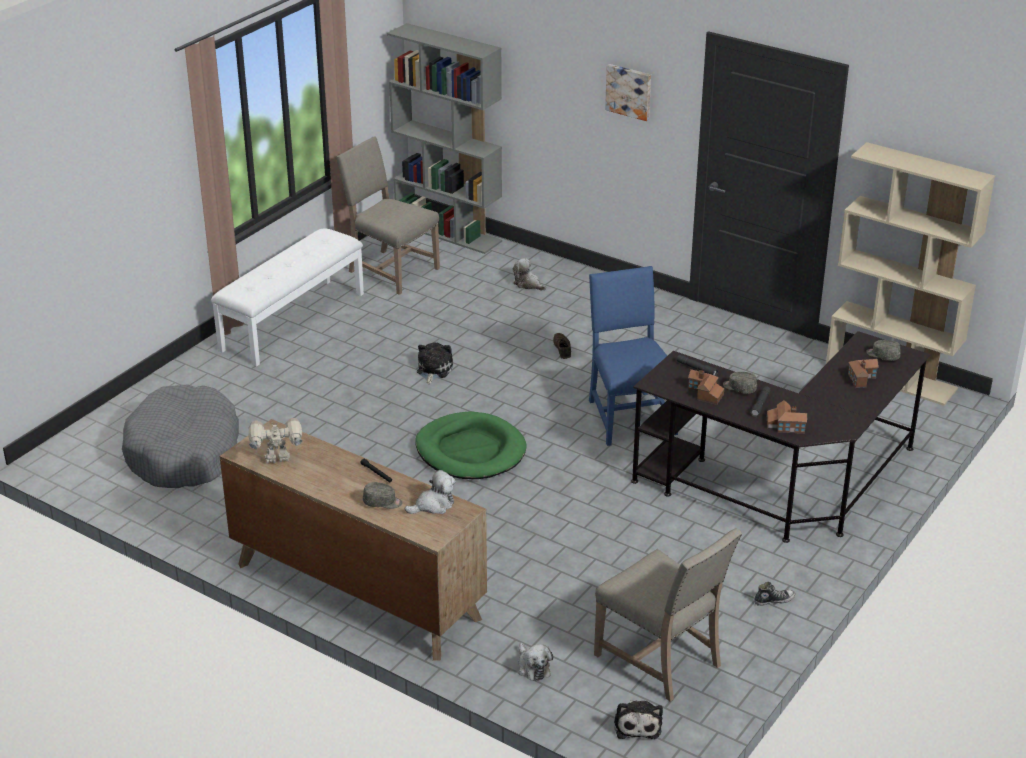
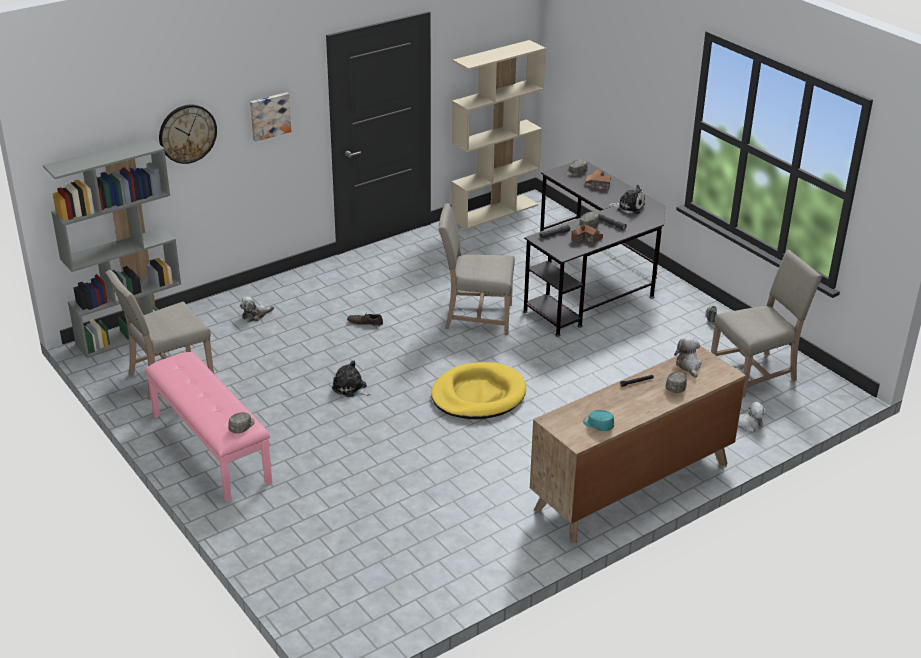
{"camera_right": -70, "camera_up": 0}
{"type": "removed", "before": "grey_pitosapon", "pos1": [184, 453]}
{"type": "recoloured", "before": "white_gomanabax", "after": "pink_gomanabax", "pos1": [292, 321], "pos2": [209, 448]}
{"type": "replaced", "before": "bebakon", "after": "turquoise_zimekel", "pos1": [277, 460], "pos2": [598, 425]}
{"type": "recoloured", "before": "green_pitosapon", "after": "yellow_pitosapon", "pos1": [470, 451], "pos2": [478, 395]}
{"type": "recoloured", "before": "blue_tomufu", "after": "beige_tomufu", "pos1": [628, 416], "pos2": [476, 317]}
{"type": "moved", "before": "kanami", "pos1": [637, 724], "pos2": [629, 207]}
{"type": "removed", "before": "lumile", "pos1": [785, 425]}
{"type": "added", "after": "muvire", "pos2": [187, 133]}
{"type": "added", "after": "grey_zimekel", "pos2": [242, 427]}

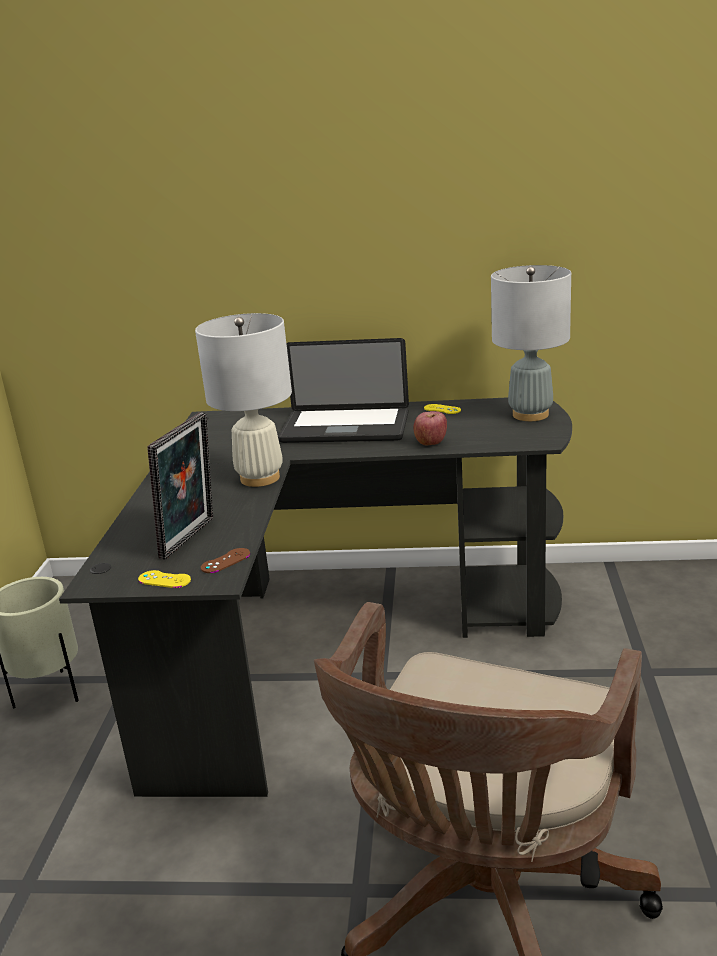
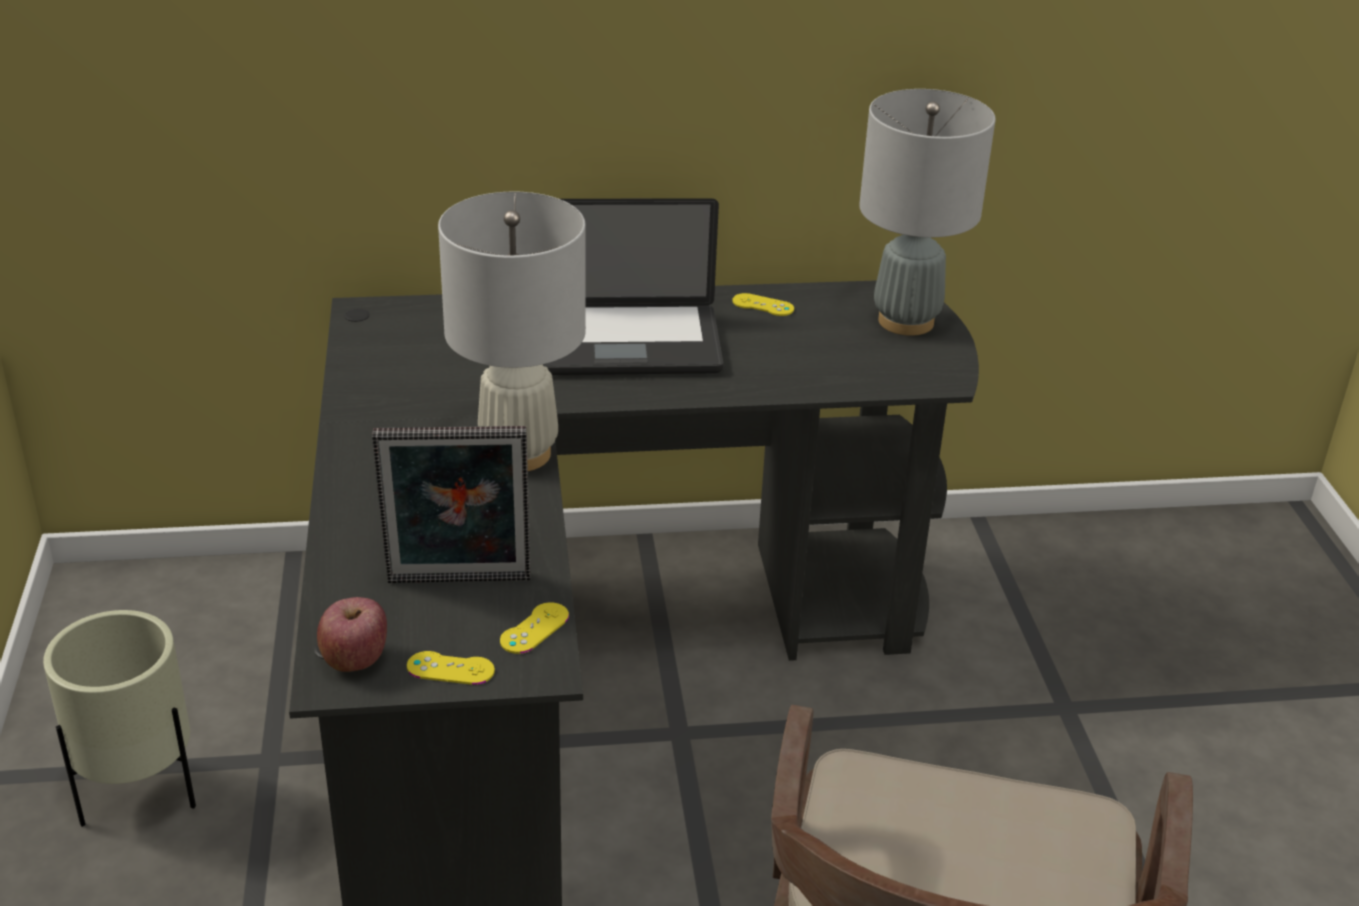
{"camera_right": -15, "camera_up": 10}
{"type": "turned", "before": "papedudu", "pos1": [192, 538], "pos2": [459, 584], "turn": 75}
{"type": "recoloured", "before": "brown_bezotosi", "after": "yellow_bezotosi", "pos1": [225, 561], "pos2": [534, 628]}
{"type": "moved", "before": "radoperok", "pos1": [431, 442], "pos2": [355, 659]}

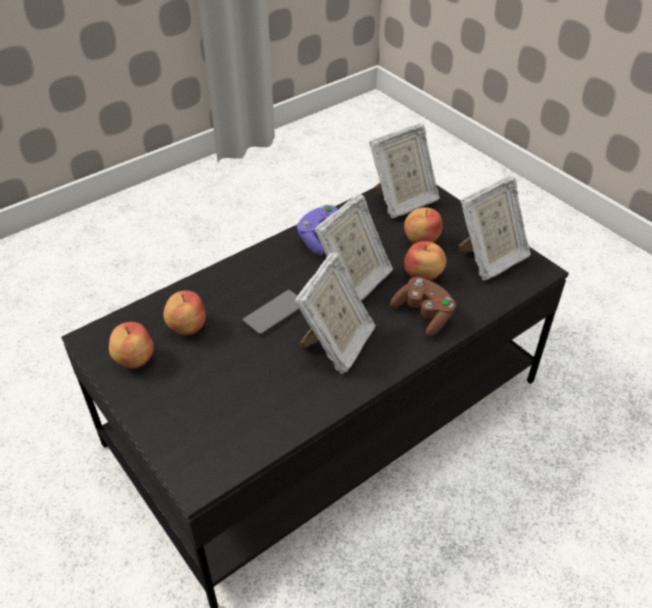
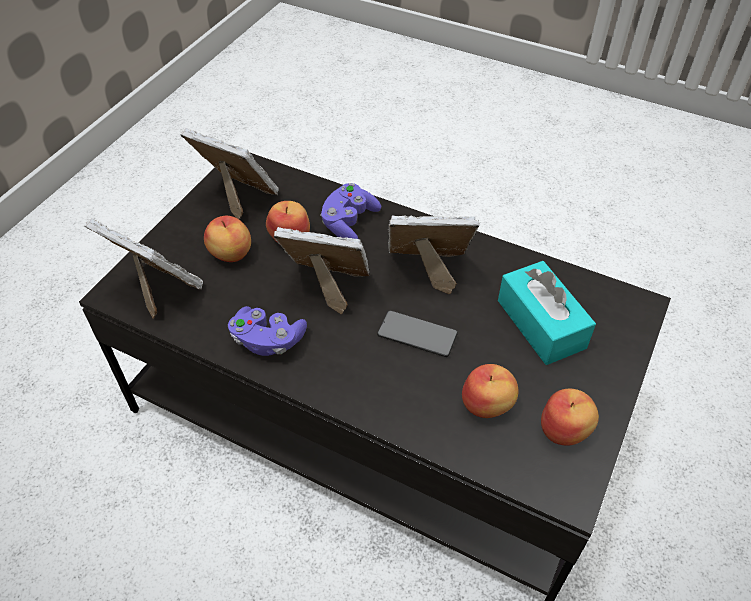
{"camera_right": -115, "camera_up": 5}
{"type": "recoloured", "before": "brown_bezotosi", "after": "purple_bezotosi", "pos1": [423, 315], "pos2": [349, 223]}
{"type": "added", "after": "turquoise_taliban", "pos2": [541, 324]}

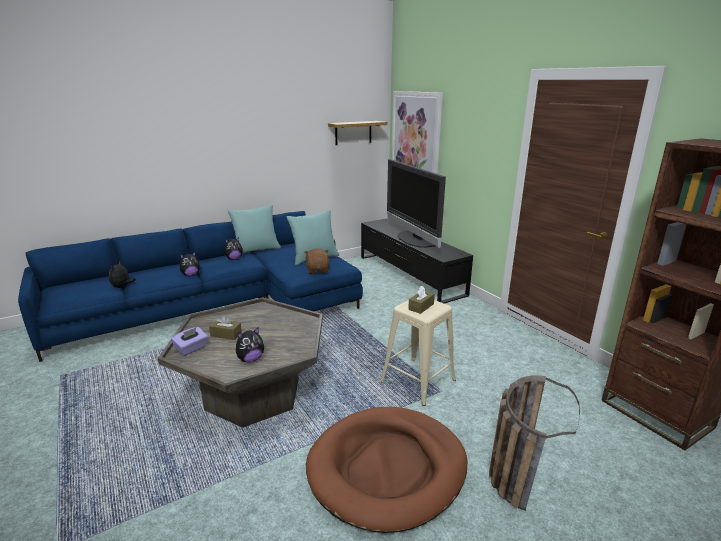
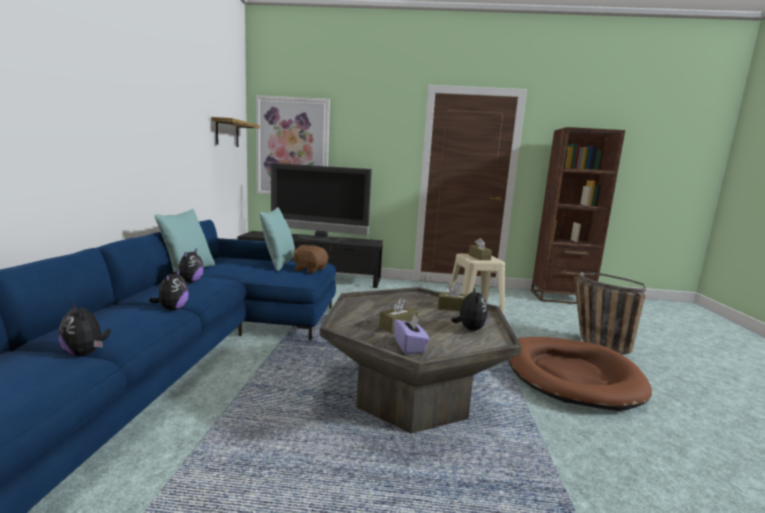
{"camera_right": -55, "camera_up": -10}
{"type": "added", "after": "brown_taliban", "pos2": [453, 308]}

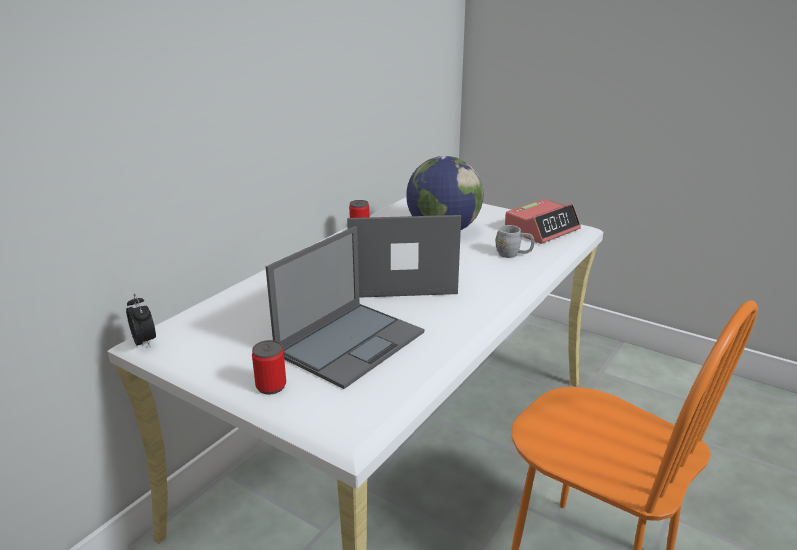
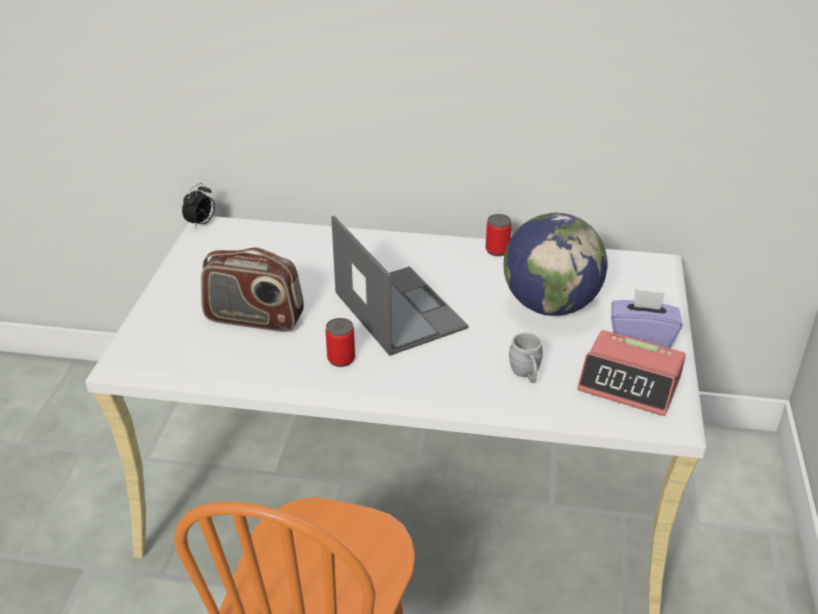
{"camera_right": 65, "camera_up": 10}
{"type": "moved", "before": "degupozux", "pos1": [271, 386], "pos2": [341, 359]}
{"type": "replaced", "before": "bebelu", "after": "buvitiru", "pos1": [351, 342], "pos2": [254, 319]}
{"type": "added", "after": "purple_taliban", "pos2": [641, 336]}

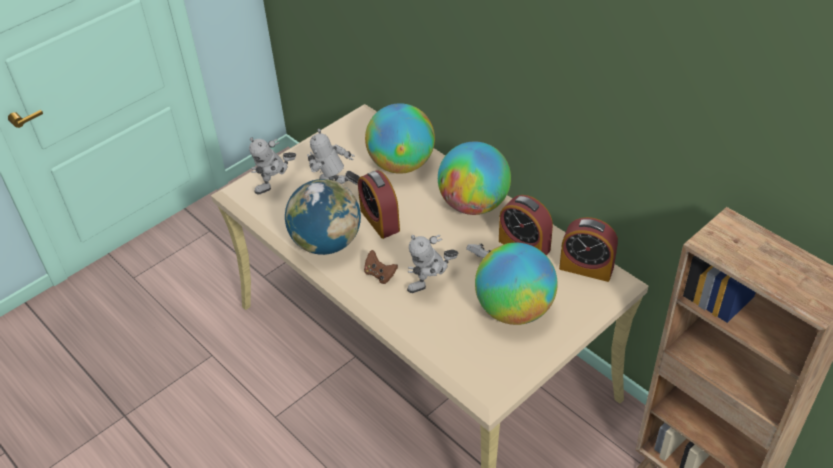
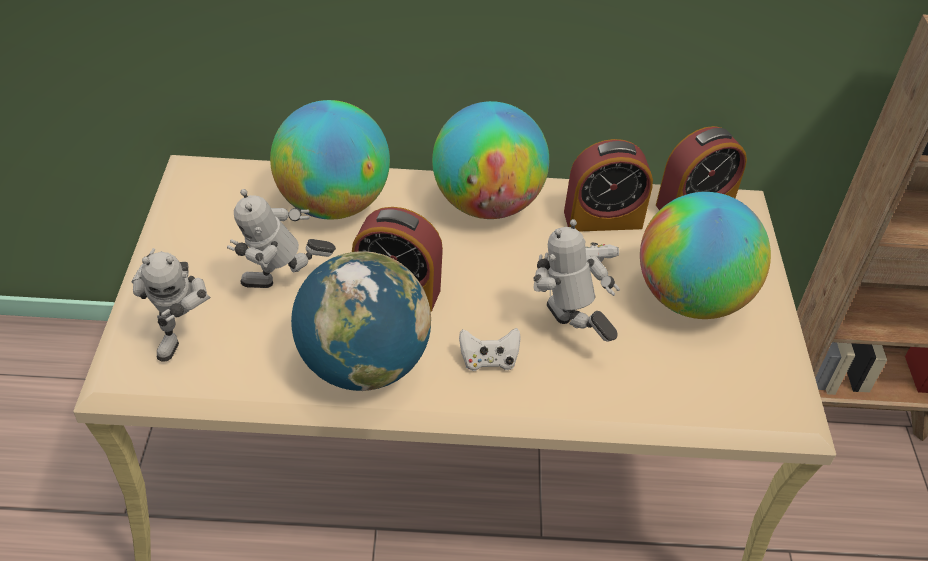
{"camera_right": -50, "camera_up": 0}
{"type": "recoloured", "before": "brown_bezotosi", "after": "white_bezotosi", "pos1": [380, 274], "pos2": [488, 361]}
{"type": "turned", "before": "bebakon", "pos1": [431, 285], "pos2": [567, 332], "turn": 135}

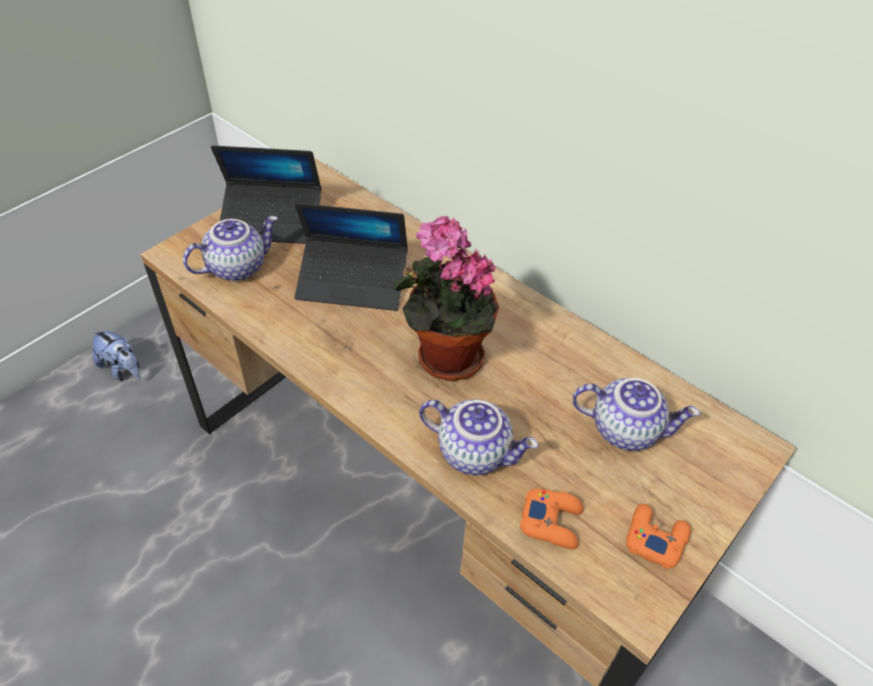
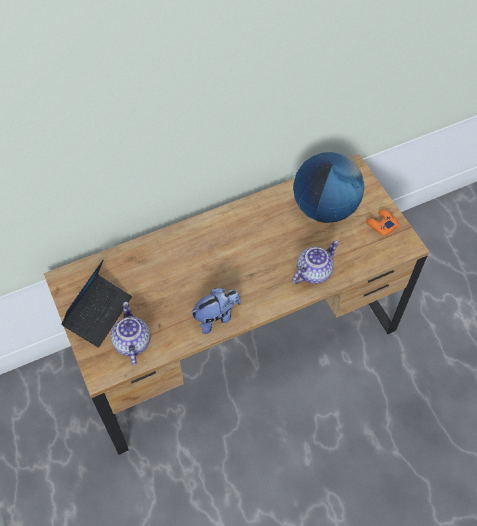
{"camera_right": -65, "camera_up": 10}
{"type": "moved", "before": "kanami", "pos1": [123, 369], "pos2": [216, 317]}
{"type": "removed", "before": "bebelu", "pos1": [353, 282]}
{"type": "removed", "before": "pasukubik", "pos1": [444, 357]}
{"type": "removed", "before": "orange_bezotosi", "pos1": [552, 521]}
{"type": "replaced", "before": "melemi", "after": "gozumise", "pos1": [626, 429], "pos2": [325, 208]}

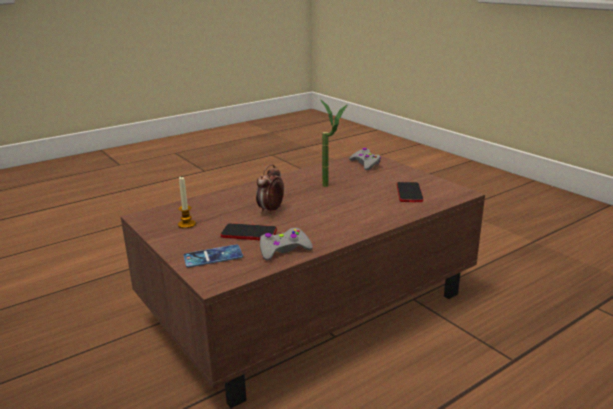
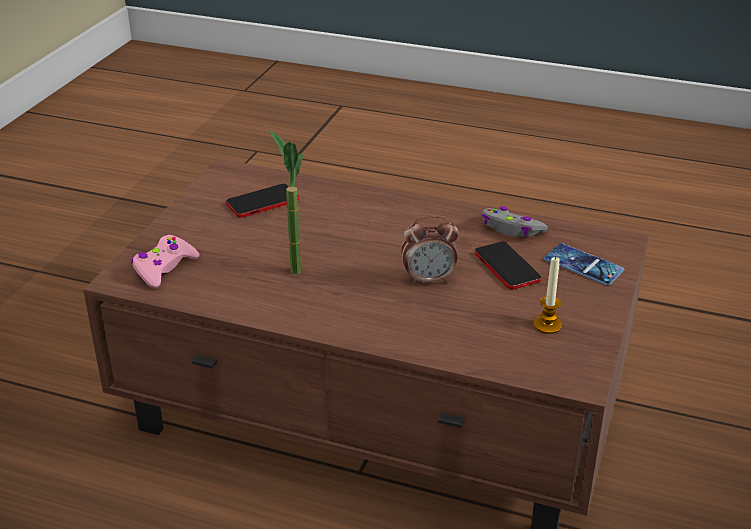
{"camera_right": -125, "camera_up": 10}
{"type": "recoloured", "before": "grey_bezotosi", "after": "pink_bezotosi", "pos1": [365, 164], "pos2": [164, 268]}

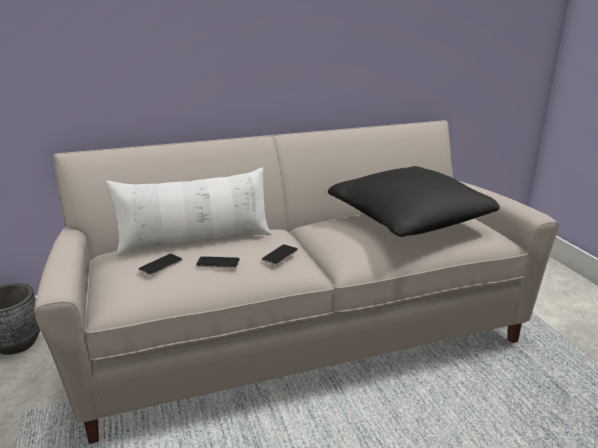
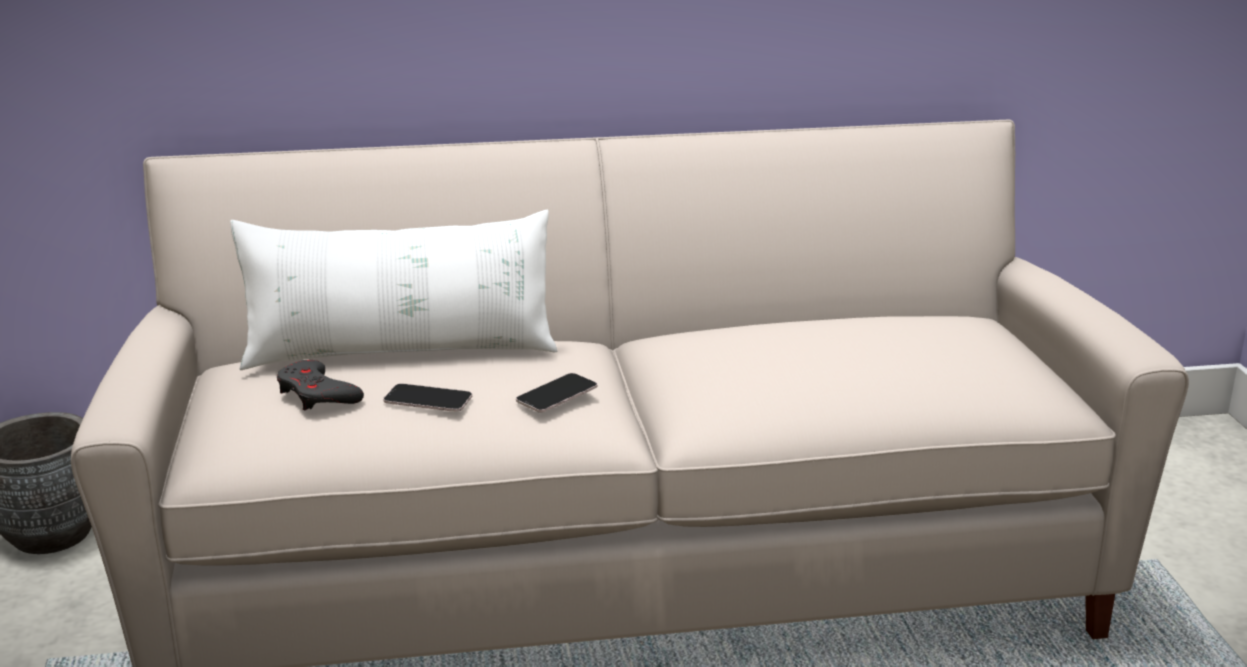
{"camera_right": 10, "camera_up": 0}
{"type": "replaced", "before": "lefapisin", "after": "grey_bezotosi", "pos1": [161, 265], "pos2": [317, 394]}
{"type": "removed", "before": "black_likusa", "pos1": [408, 220]}

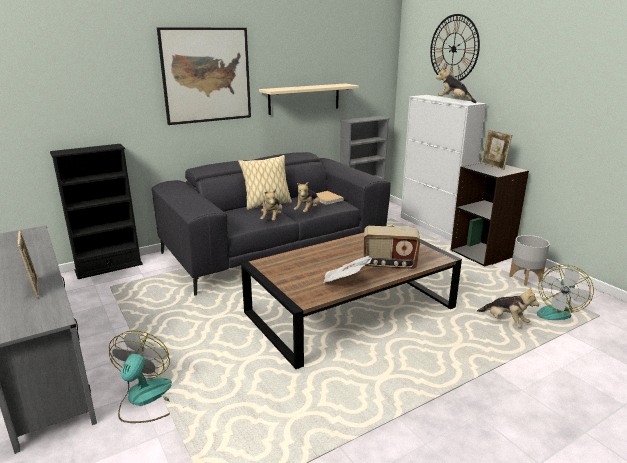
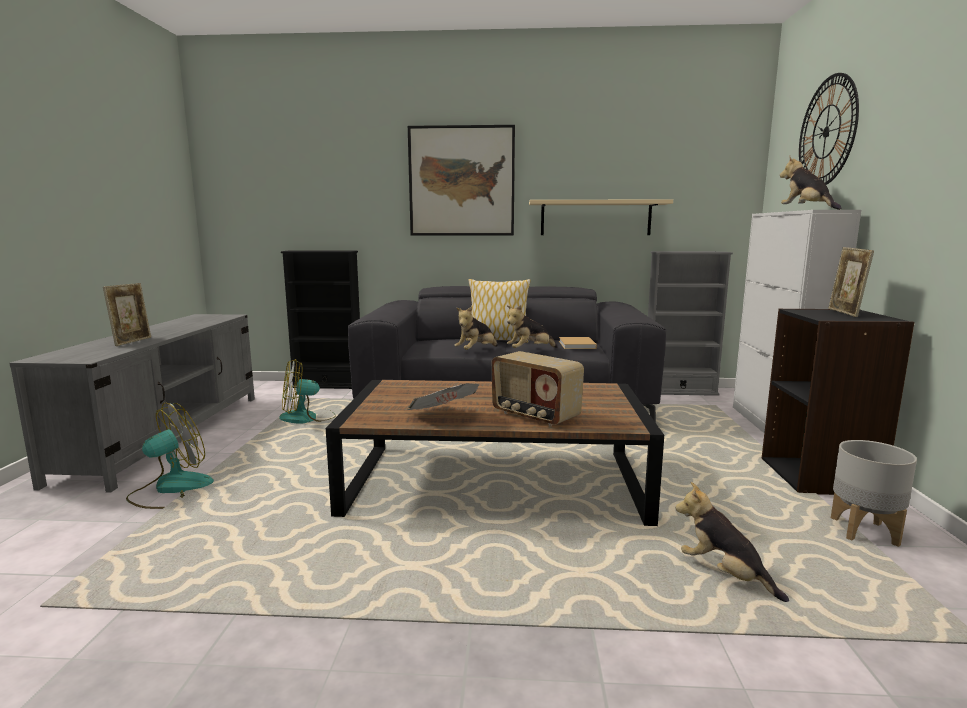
{"camera_right": 35, "camera_up": -10}
{"type": "turned", "before": "kanami", "pos1": [505, 321], "pos2": [724, 575], "turn": 150}
{"type": "moved", "before": "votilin", "pos1": [555, 311], "pos2": [307, 418]}

